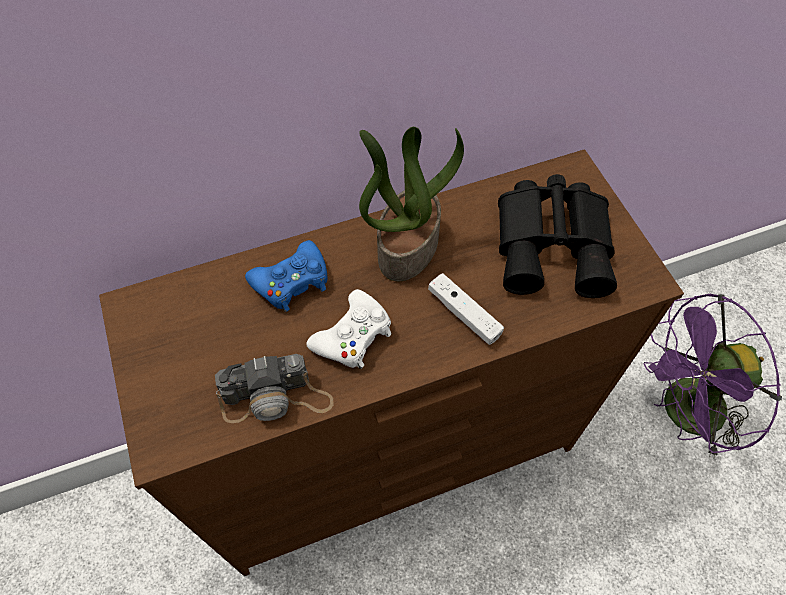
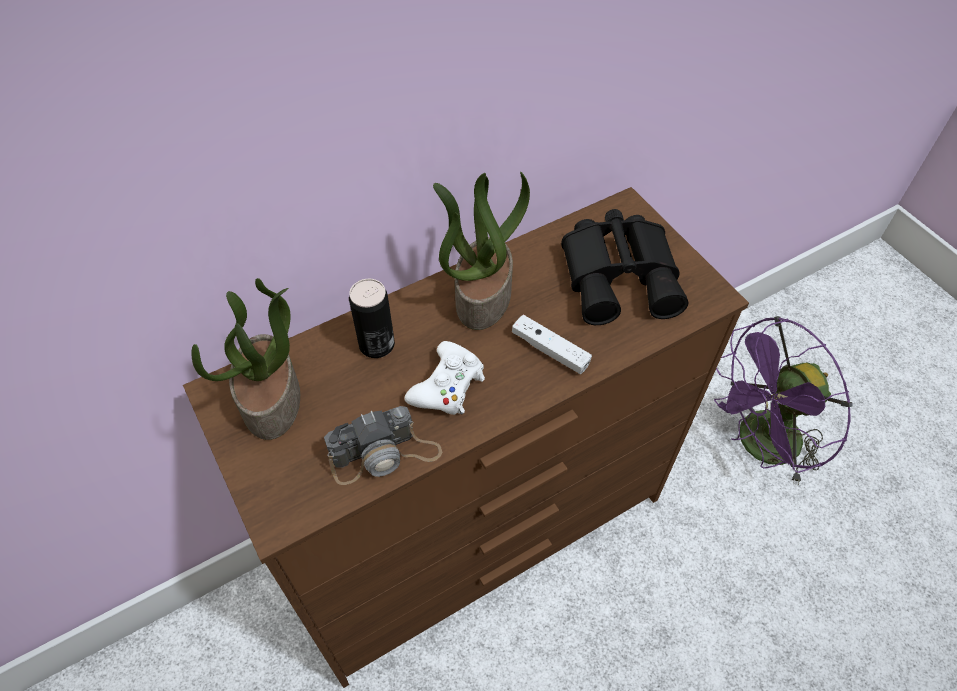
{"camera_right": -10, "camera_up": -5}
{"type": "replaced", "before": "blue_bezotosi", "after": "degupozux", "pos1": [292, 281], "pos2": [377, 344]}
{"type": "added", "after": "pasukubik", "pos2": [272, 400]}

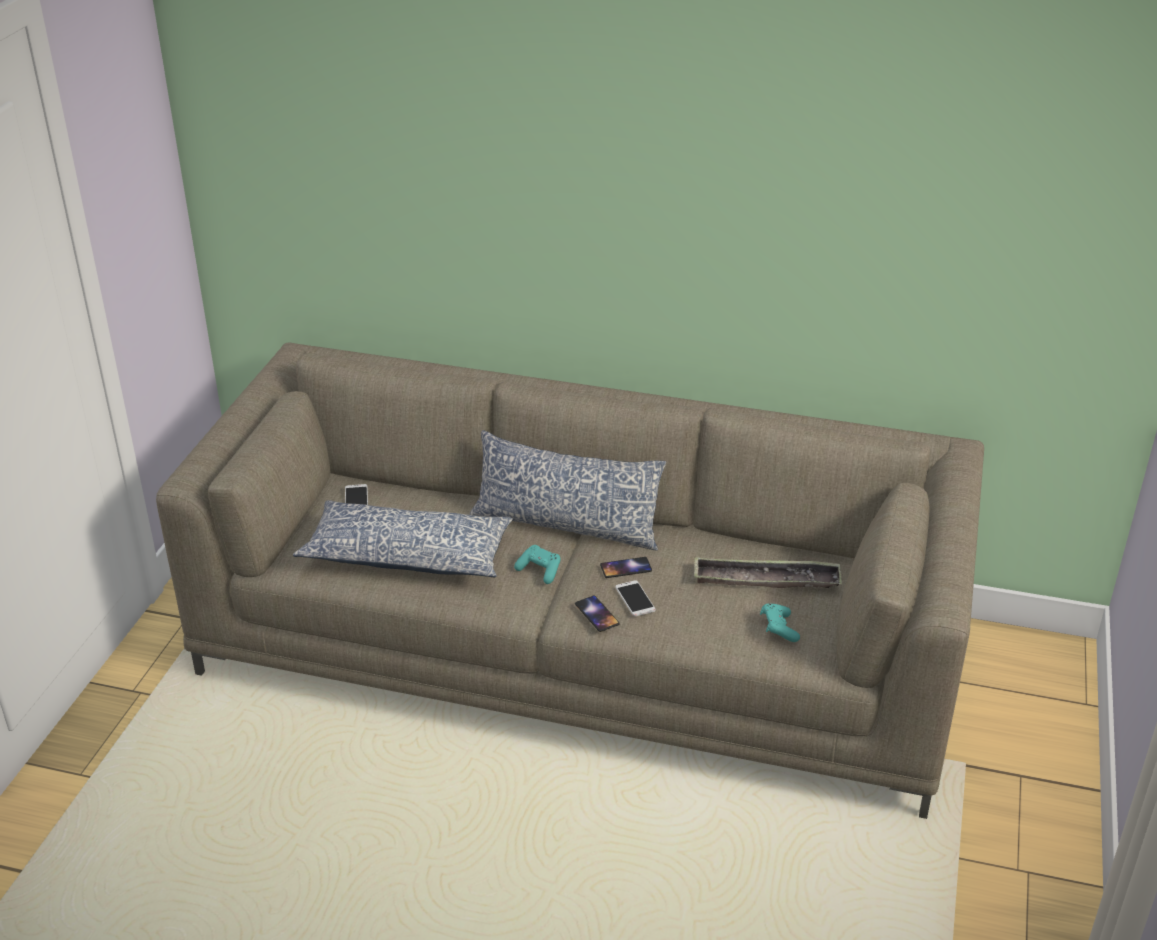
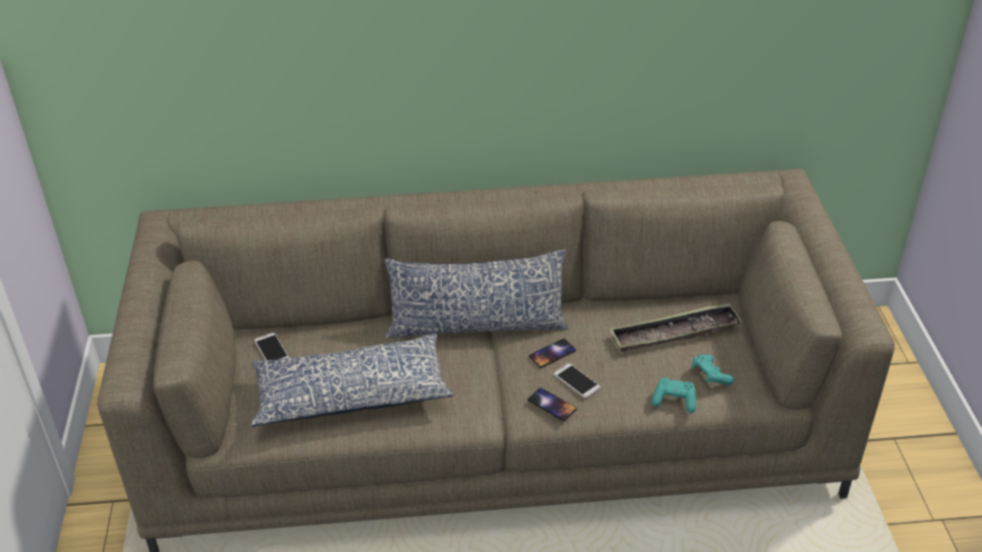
{"camera_right": -20, "camera_up": 5}
{"type": "moved", "before": "turquoise_bezotosi", "pos1": [539, 570], "pos2": [674, 401]}

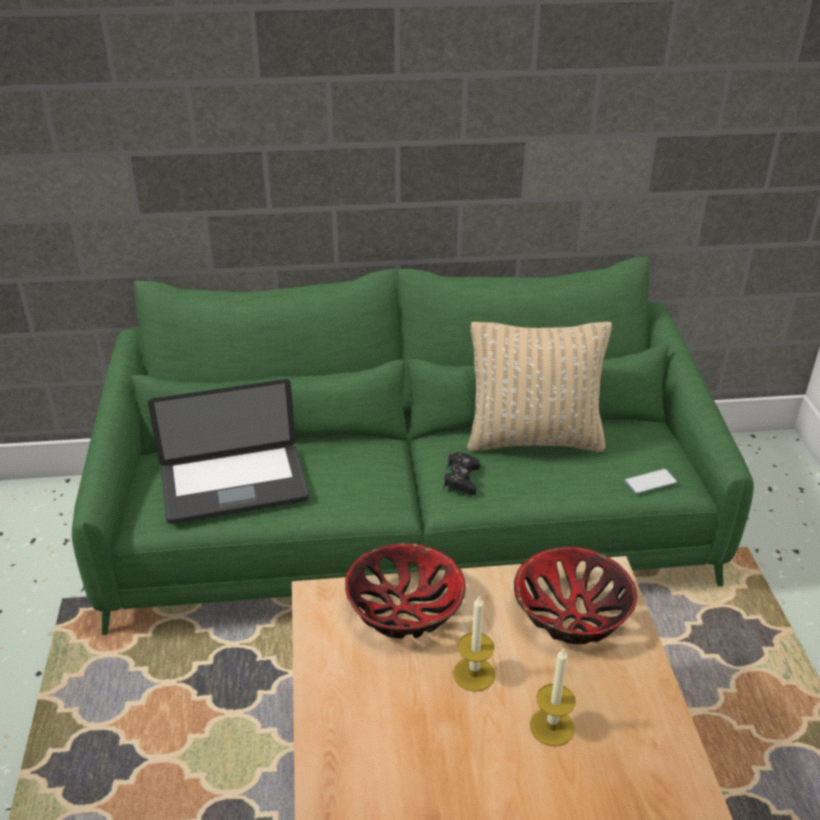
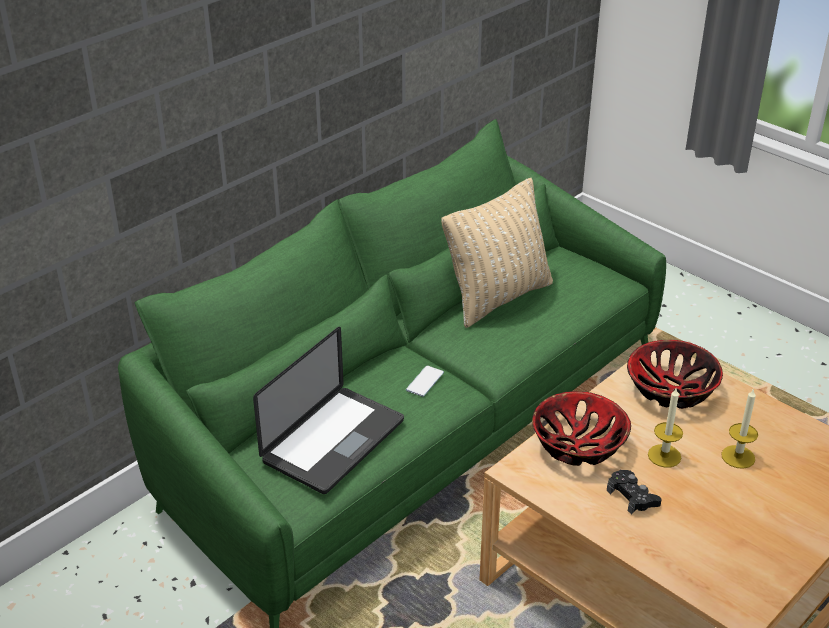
{"camera_right": -40, "camera_up": 0}
{"type": "moved", "before": "black_bezotosi", "pos1": [461, 479], "pos2": [632, 496]}
{"type": "moved", "before": "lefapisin", "pos1": [650, 481], "pos2": [425, 381]}

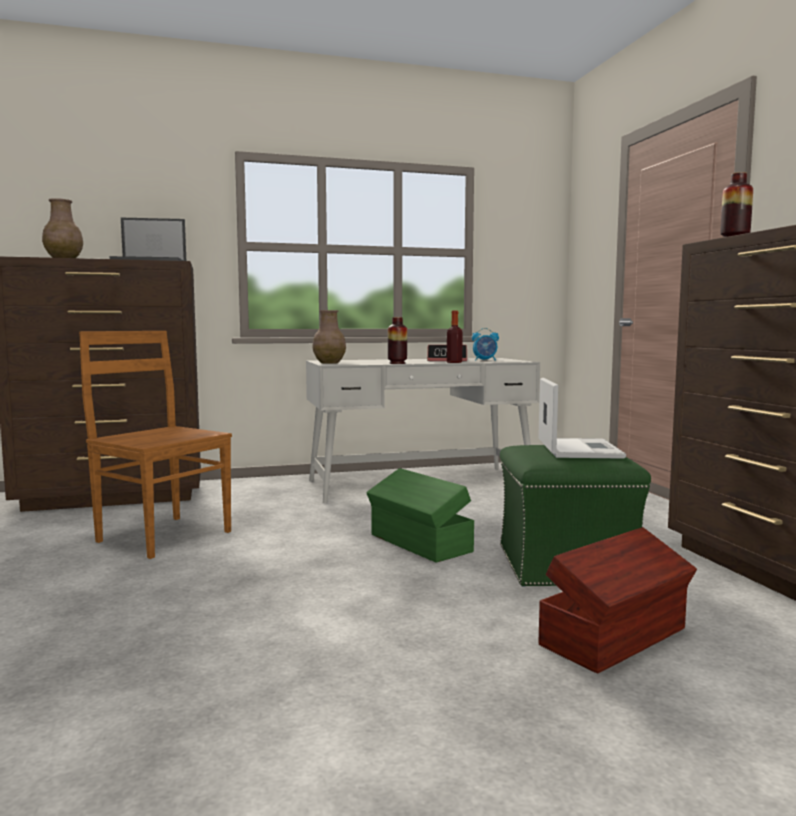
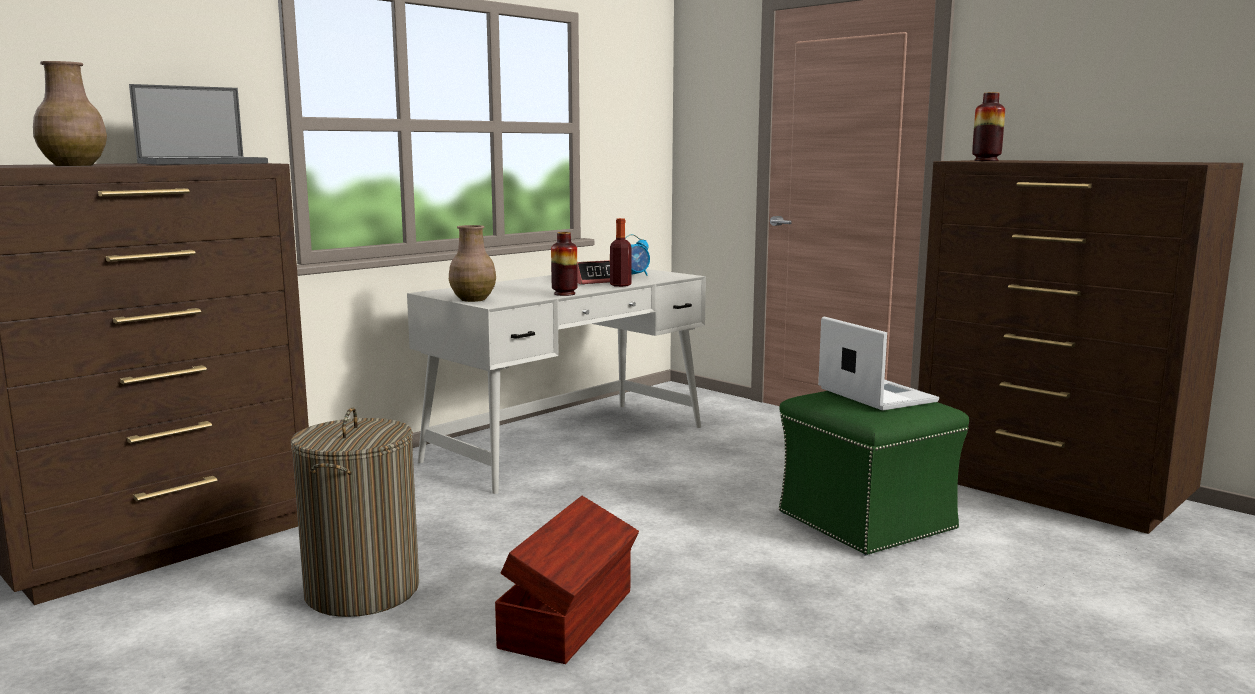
{"camera_right": -30, "camera_up": 5}
{"type": "replaced", "before": "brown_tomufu", "after": "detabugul", "pos1": [162, 536], "pos2": [362, 590]}
{"type": "removed", "before": "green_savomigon", "pos1": [419, 544]}
{"type": "moved", "before": "brown_savomigon", "pos1": [616, 637], "pos2": [570, 618]}

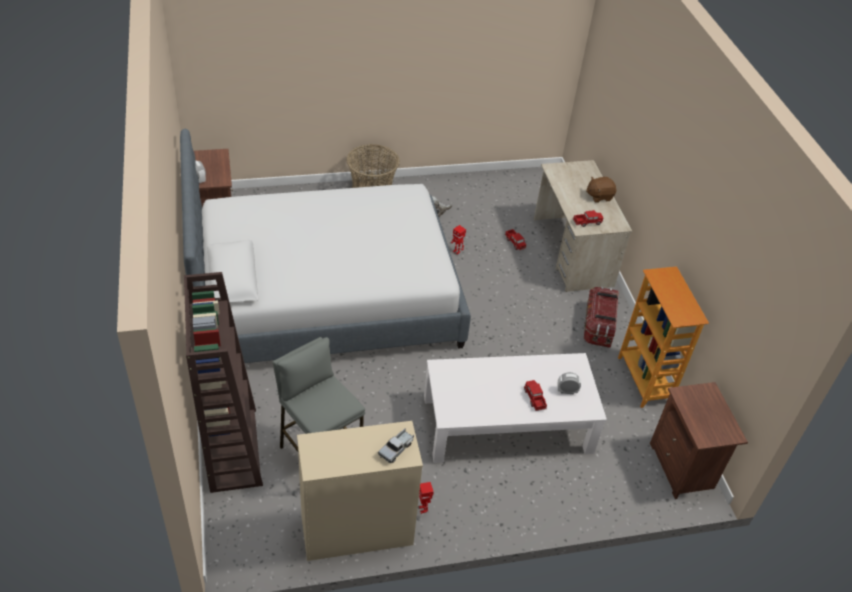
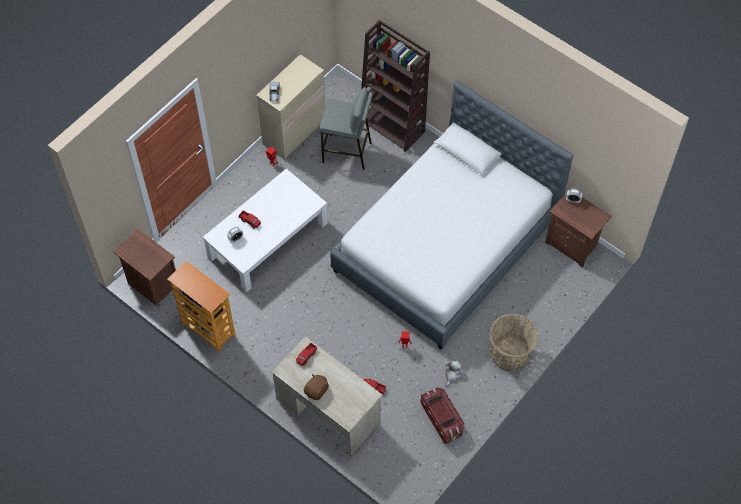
{"camera_right": 145, "camera_up": 15}
{"type": "moved", "before": "savomigon", "pos1": [598, 326], "pos2": [442, 419]}

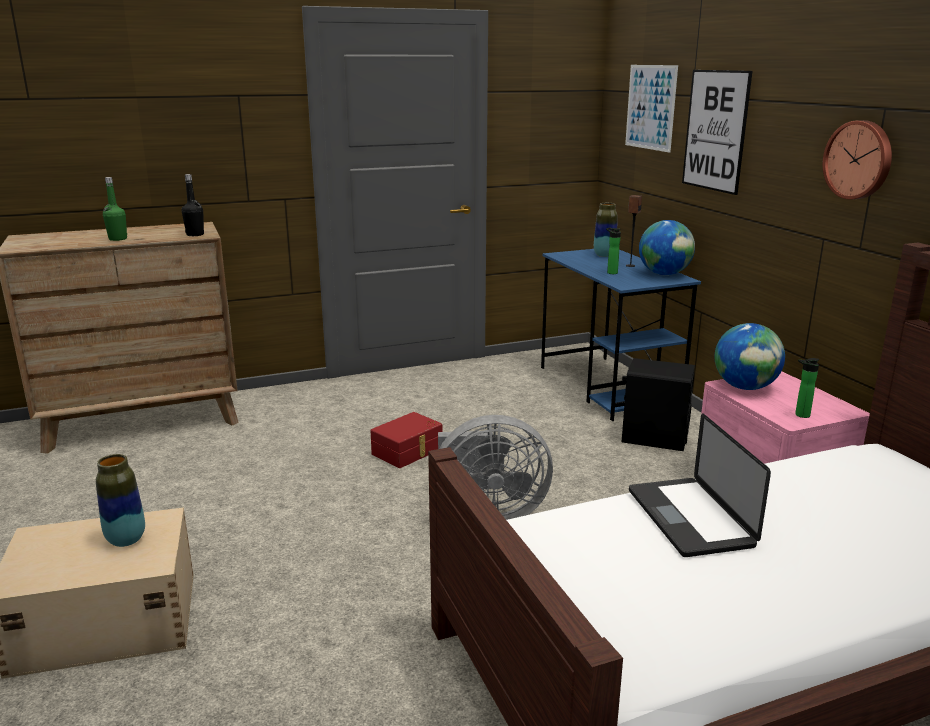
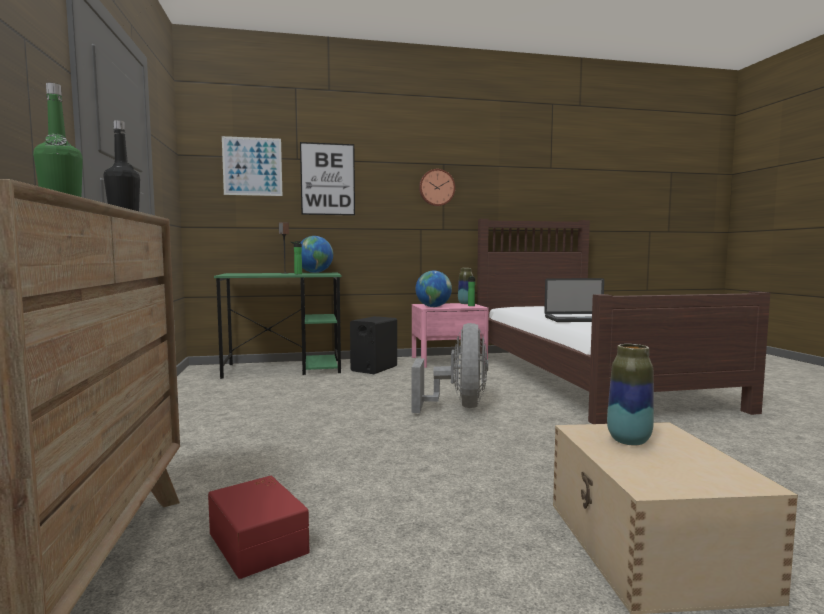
{"camera_right": -80, "camera_up": -15}
{"type": "moved", "before": "red_savomigon", "pos1": [408, 451], "pos2": [260, 541]}
{"type": "recoloured", "before": "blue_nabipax", "after": "green_nabipax", "pos1": [609, 387], "pos2": [284, 368]}
{"type": "moved", "before": "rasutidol", "pos1": [604, 255], "pos2": [465, 303]}

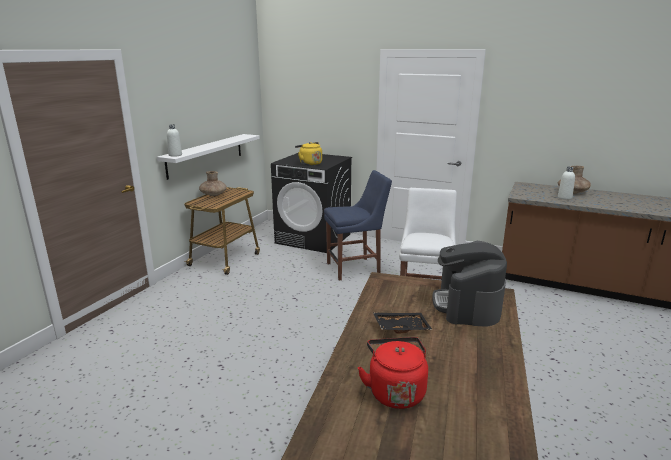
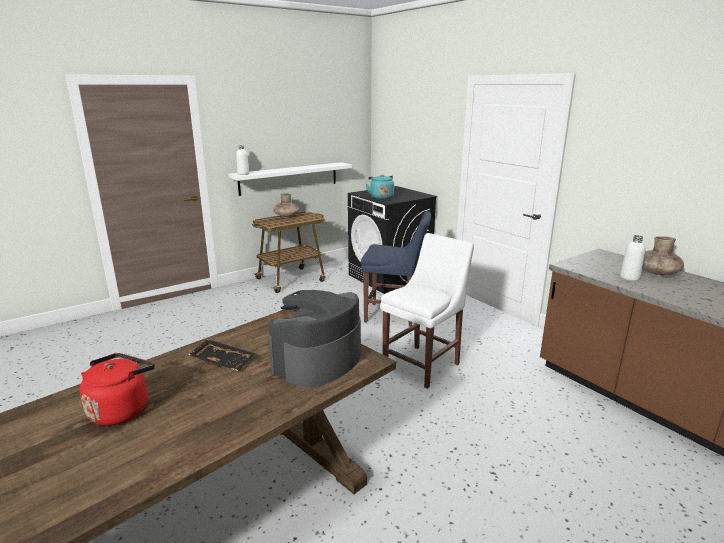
{"camera_right": 30, "camera_up": 0}
{"type": "recoloured", "before": "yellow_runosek", "after": "turquoise_runosek", "pos1": [309, 163], "pos2": [381, 197]}

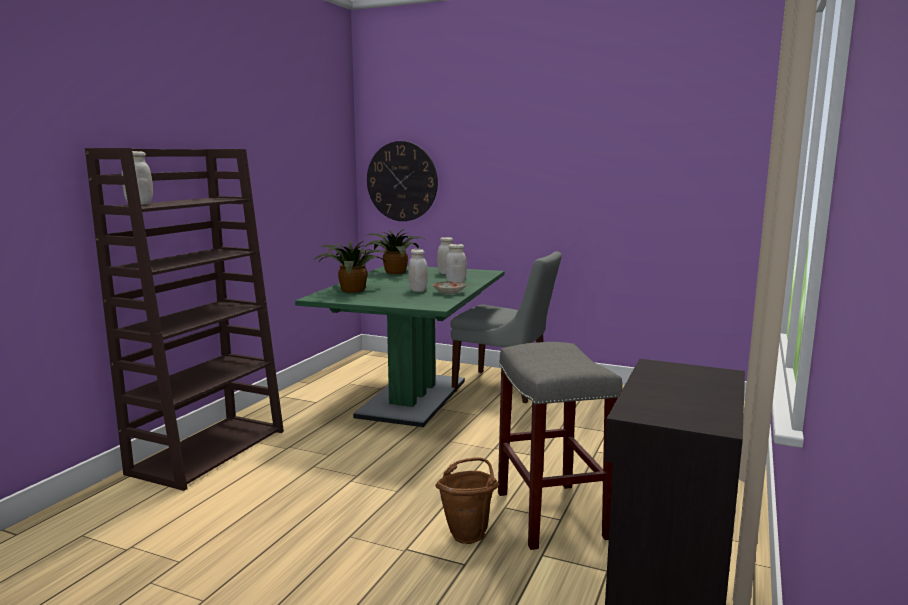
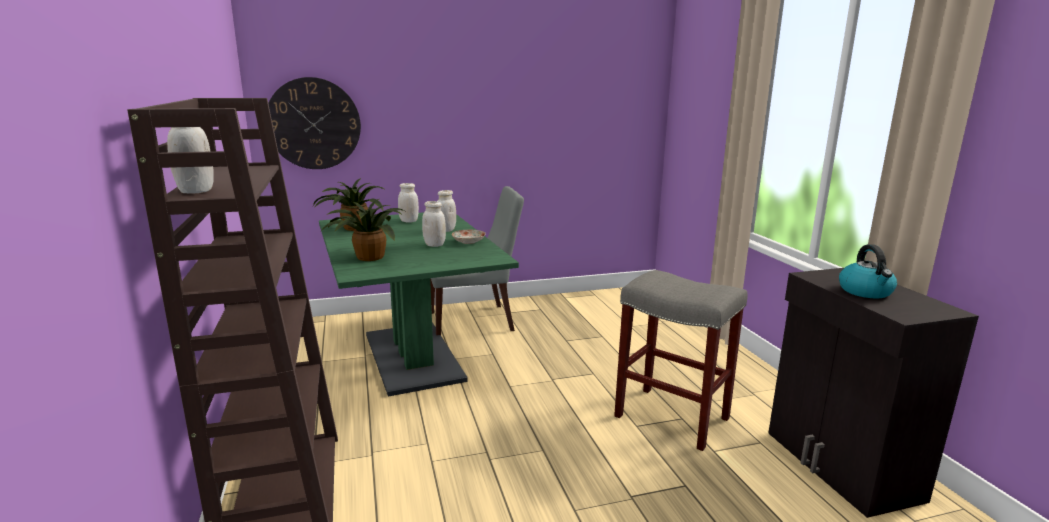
{"camera_right": -40, "camera_up": 5}
{"type": "removed", "before": "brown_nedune", "pos1": [468, 532]}
{"type": "added", "after": "runosek", "pos2": [866, 292]}

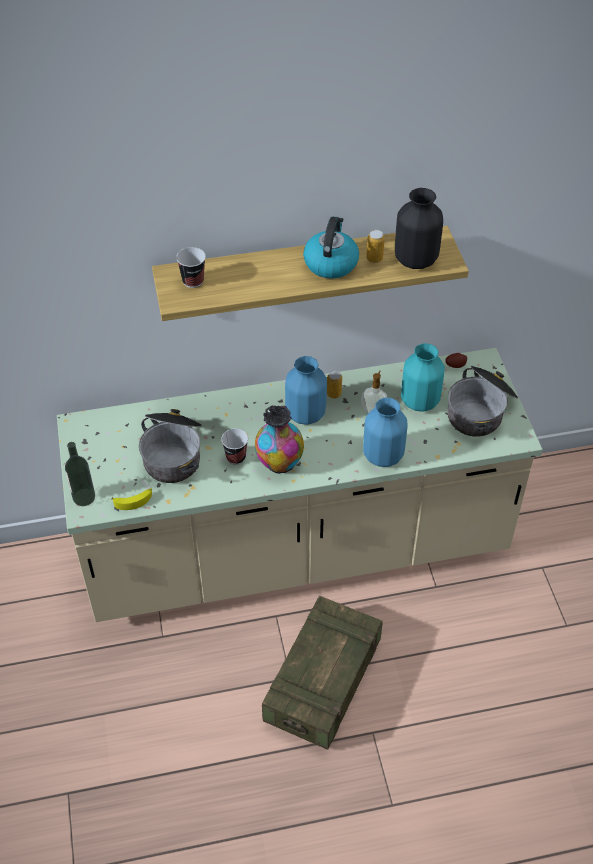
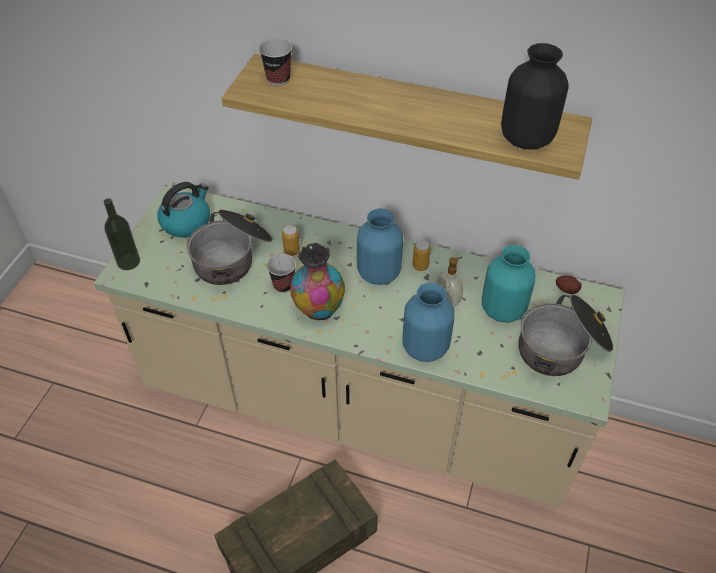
{"camera_right": 30, "camera_up": 0}
{"type": "removed", "before": "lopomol", "pos1": [134, 501]}
{"type": "moved", "before": "runosek", "pos1": [330, 263], "pos2": [186, 222]}
{"type": "moved", "before": "degupozux", "pos1": [374, 258], "pos2": [292, 251]}

